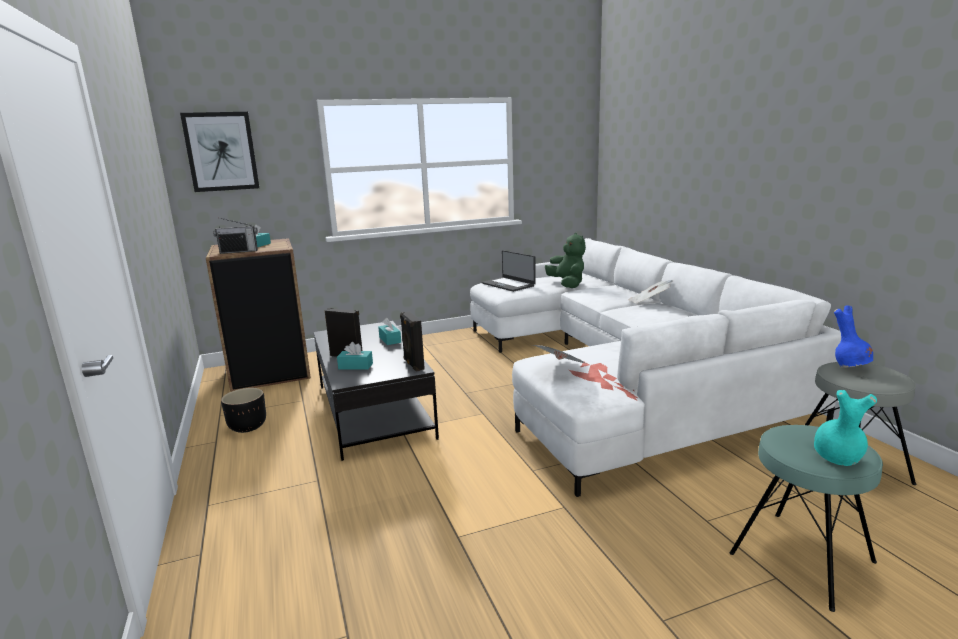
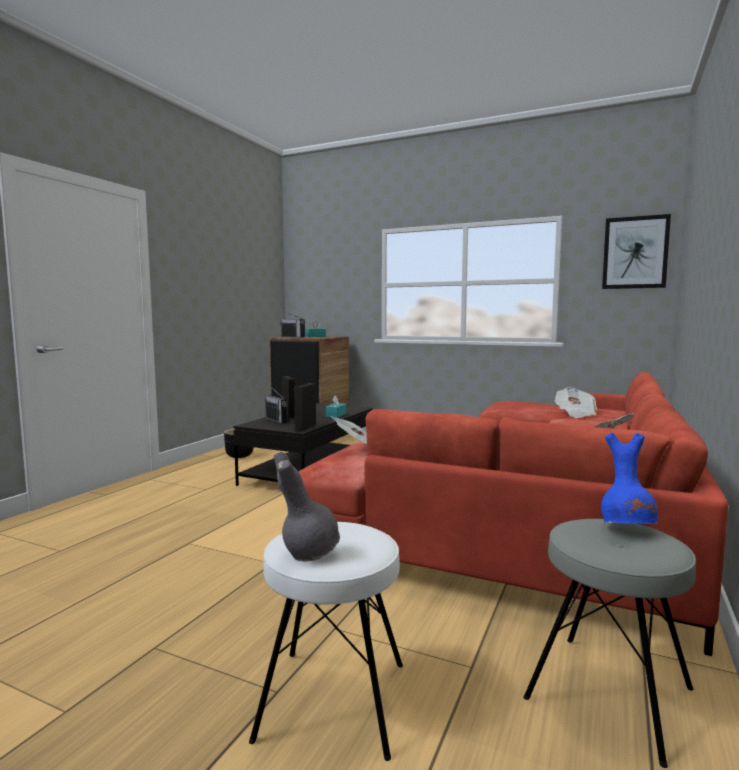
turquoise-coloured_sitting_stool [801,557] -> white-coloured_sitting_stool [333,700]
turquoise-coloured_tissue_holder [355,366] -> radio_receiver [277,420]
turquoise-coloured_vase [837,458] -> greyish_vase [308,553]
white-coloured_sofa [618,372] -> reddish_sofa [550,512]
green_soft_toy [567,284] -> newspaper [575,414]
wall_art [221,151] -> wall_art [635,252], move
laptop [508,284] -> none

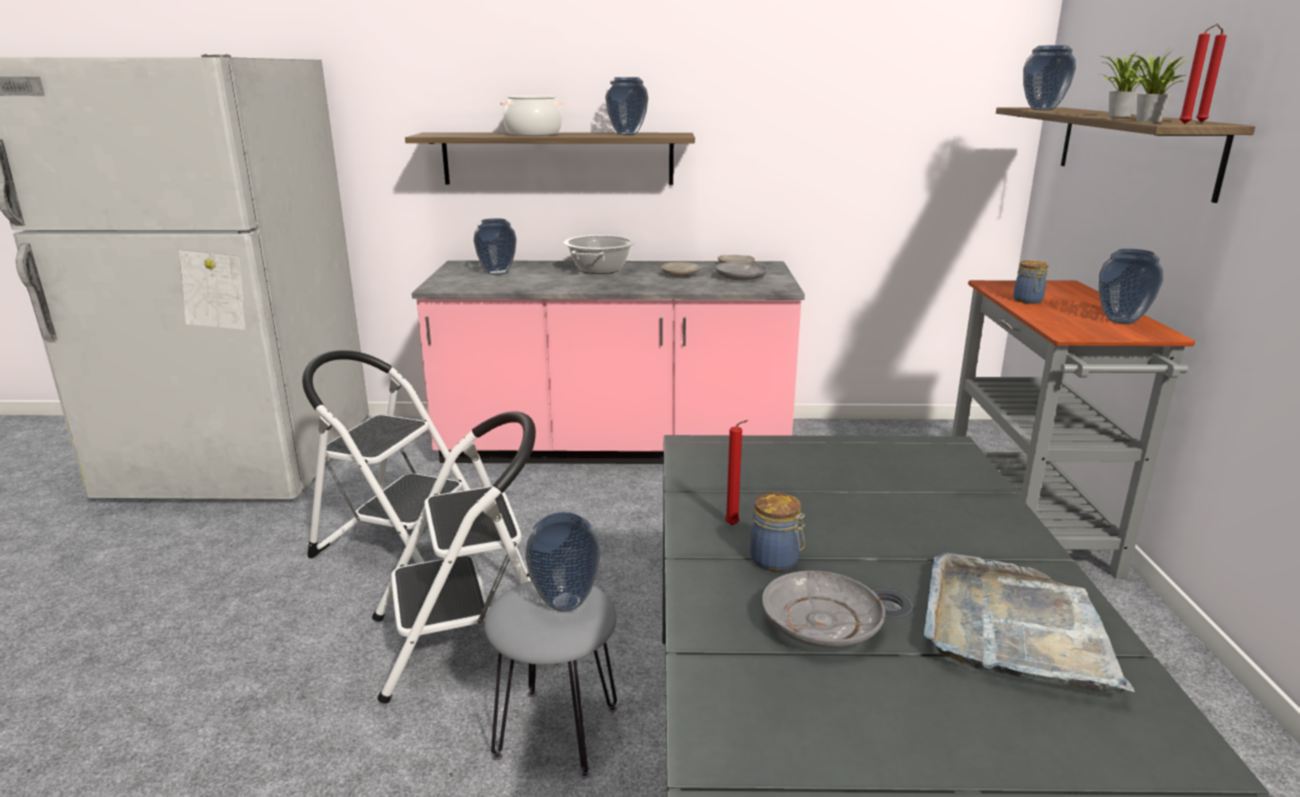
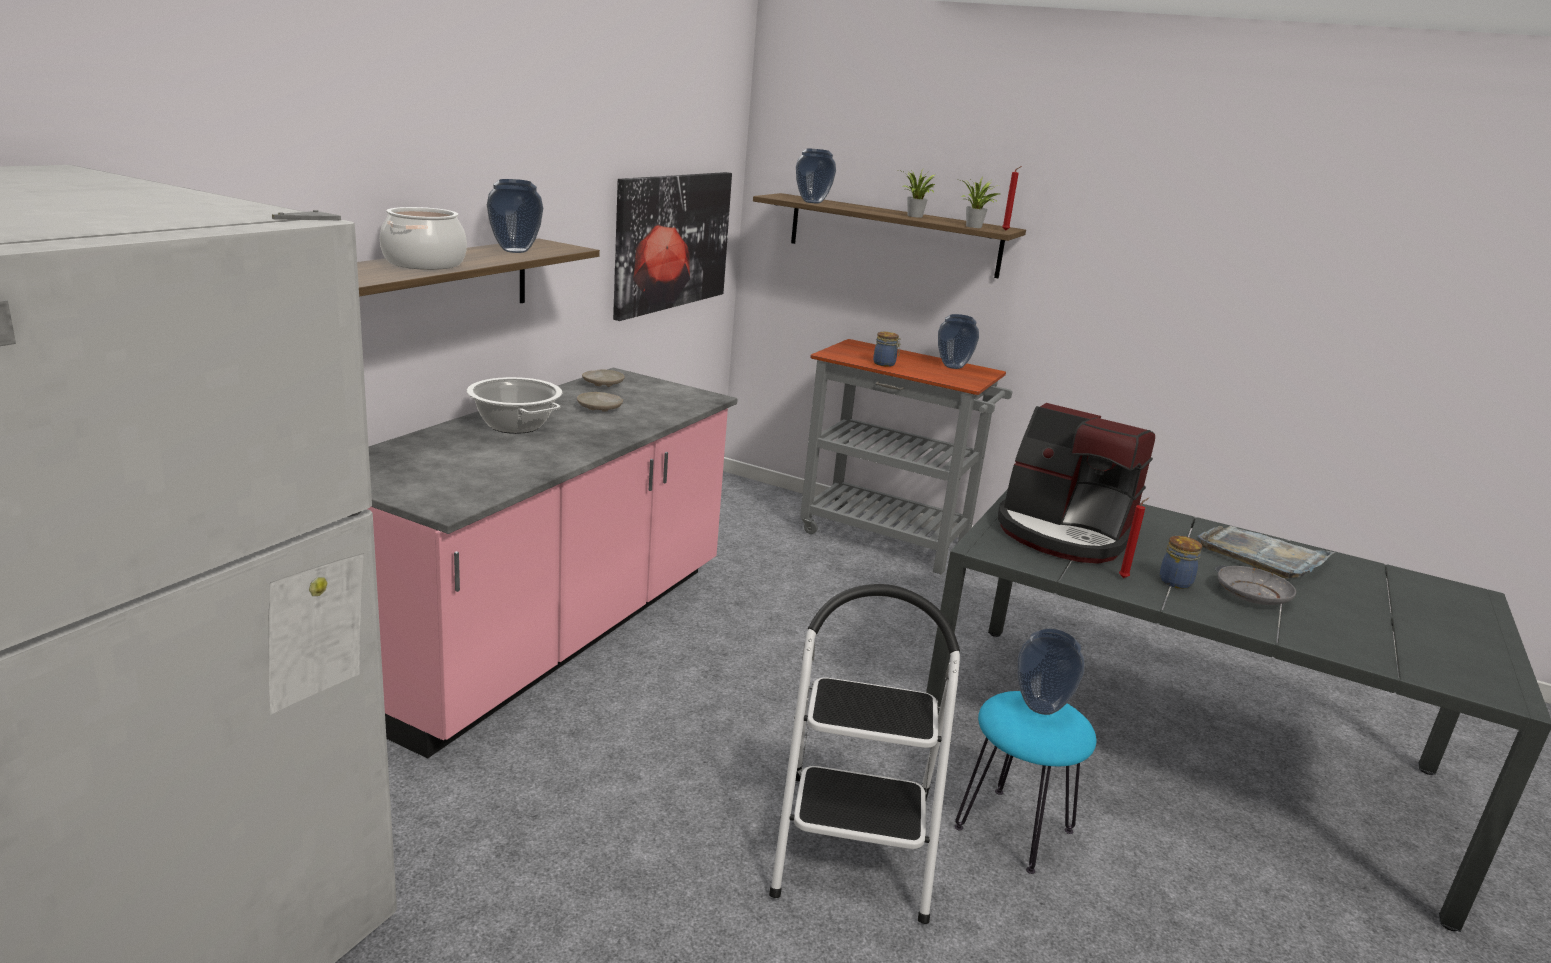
none -> wall_art [672,241]
greyish_sitting_stool [556,731] -> turquoise-coloured_sitting_stool [1013,829]
none -> coffee_machine [1064,533]
stepladder [397,540] -> none
vase [497,273] -> none
greyish_dinner_plate [740,277] -> none
reddish_wax_candle [1199,122] -> none

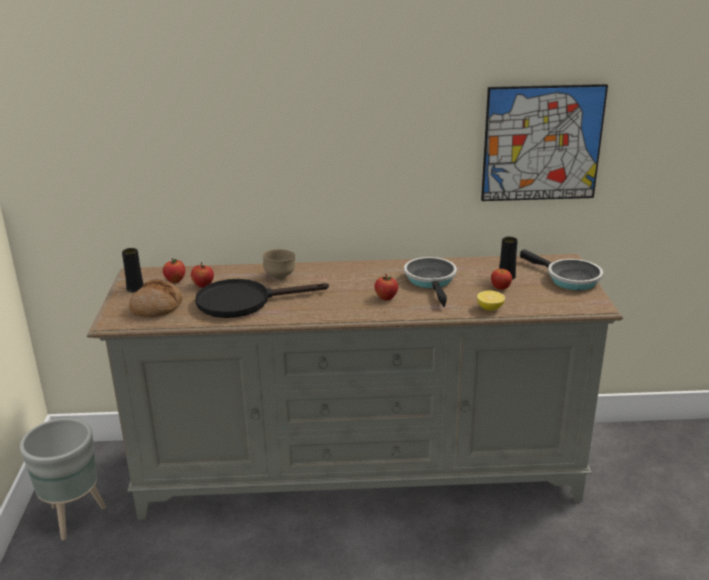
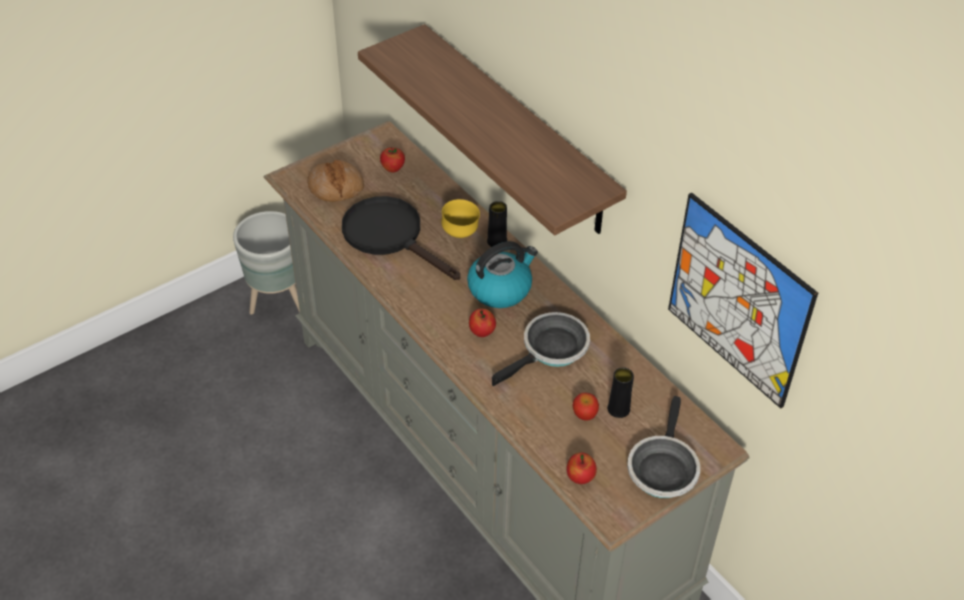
none -> wall_shelf [517,131]
brown_serving_bowl [280,277] -> yellow-coloured_serving_bowl [460,233]
none -> water_kettle [500,288]
black_vase [135,288] -> black_vase [497,241], move
whole_apple [203,285] -> whole_apple [580,477], move
citrus_fruit [490,308] -> none

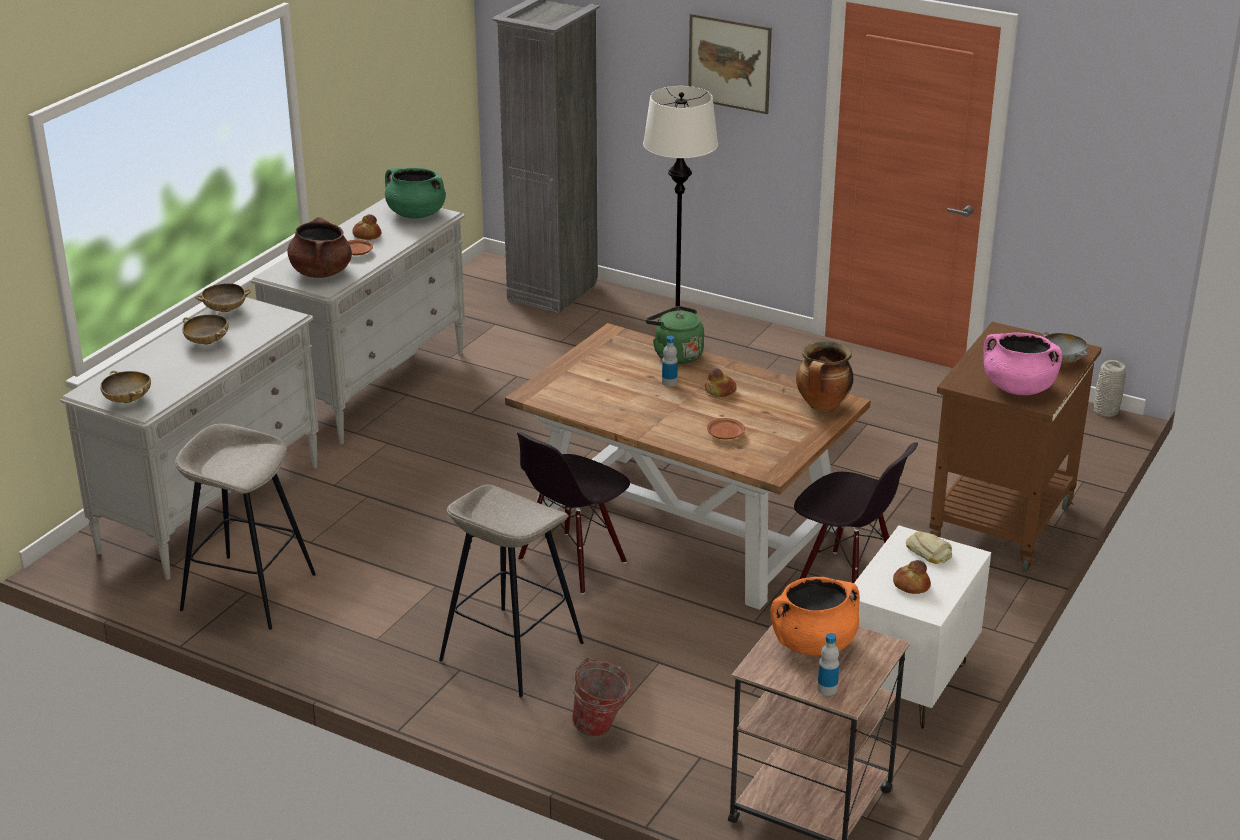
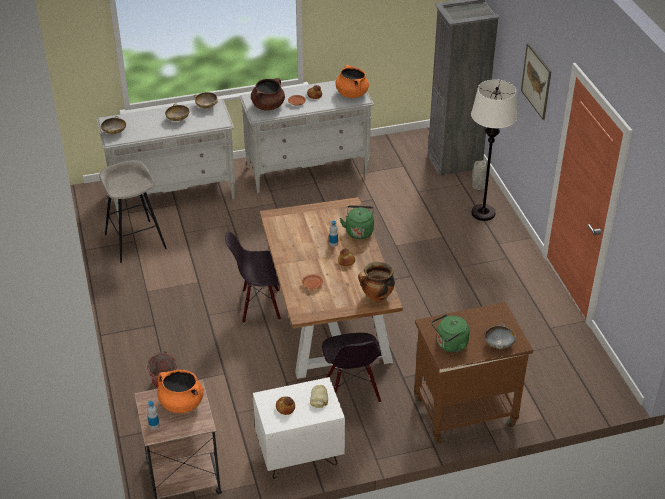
green_cooking_pot [415,214] -> orangey_cooking_pot [351,93]
pink-coloured_cooking_pot [1018,388] -> green_water_kettle [450,345]
greyish_vase [1105,411] -> greyish_vase [478,186], move
greyish_sitting_stool [510,651] -> none

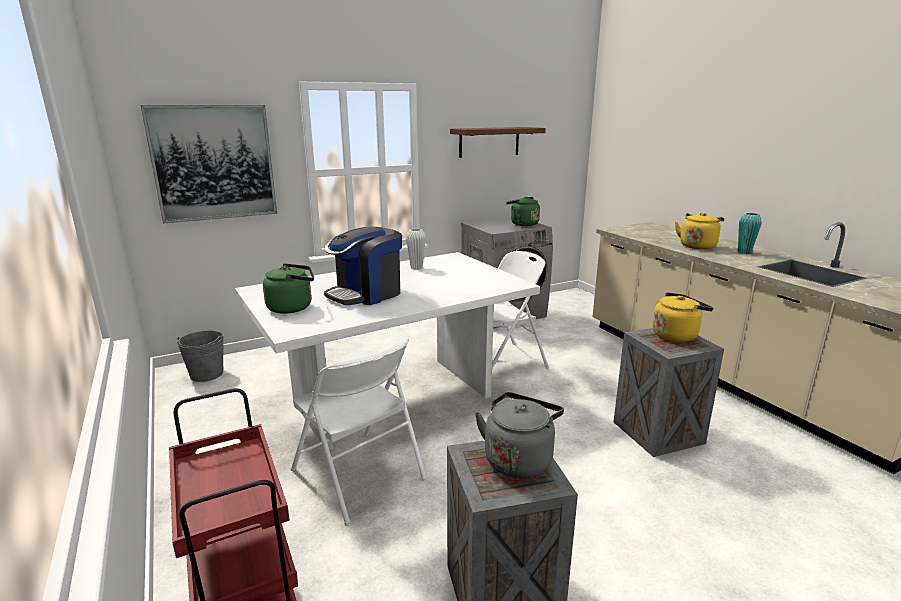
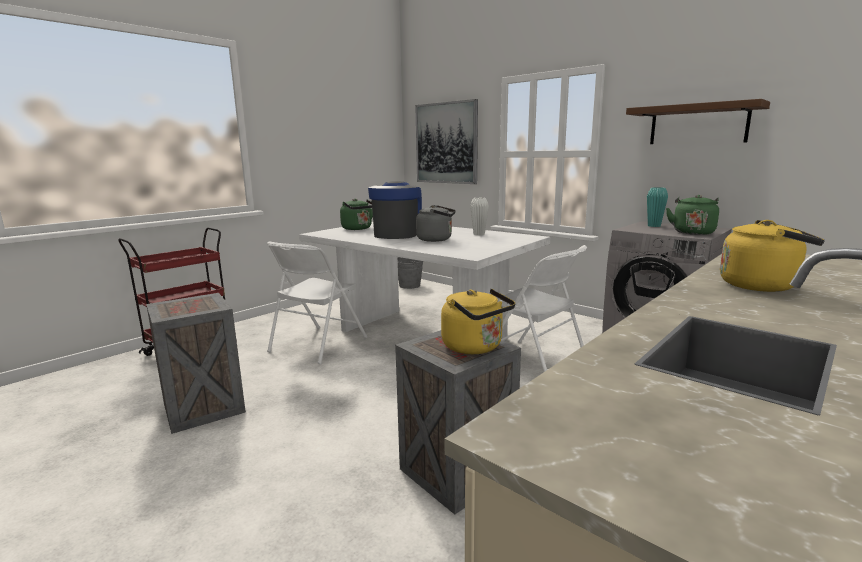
coffee_machine [366,294] -> coffee_machine [397,234], 75 degrees clockwise
greyish_water_kettle [519,459] -> greyish_water_kettle [436,239], move
turquoise-coloured_vase [744,252] -> turquoise-coloured_vase [654,226], move

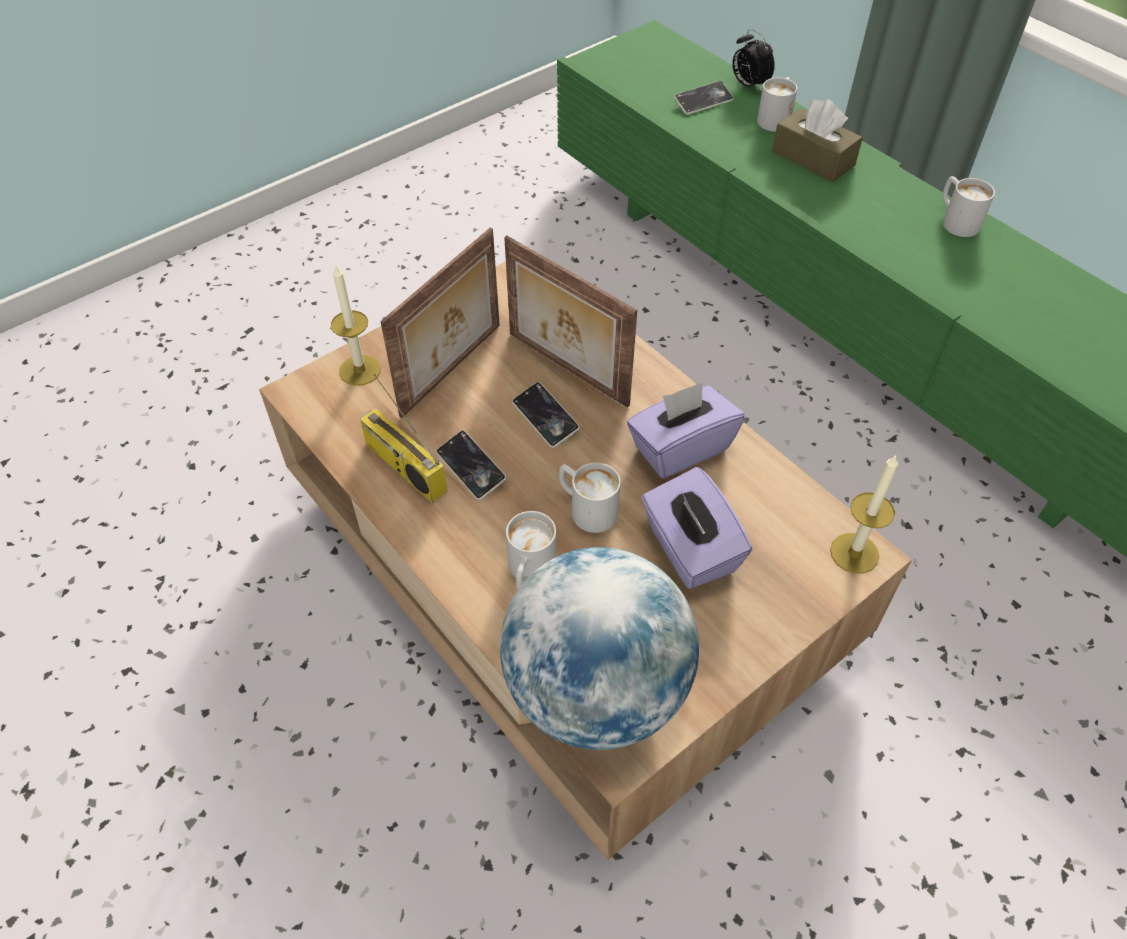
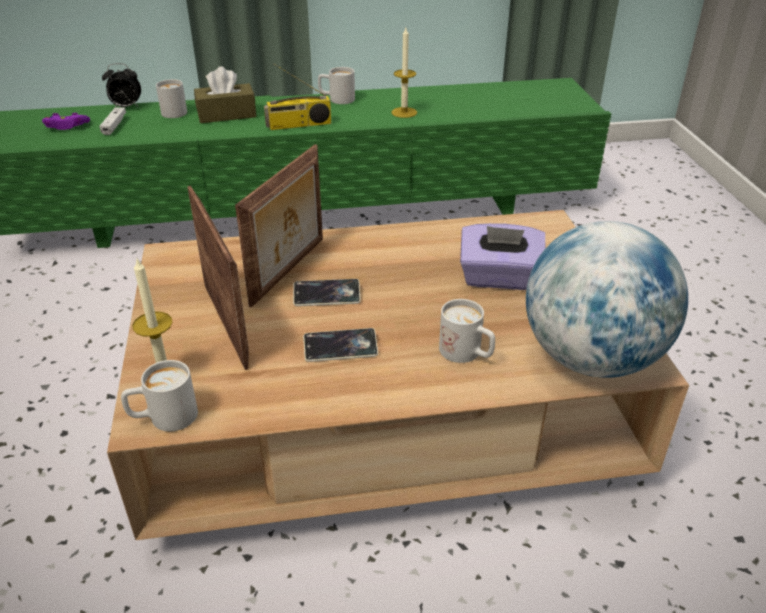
none -> purple-coloured_gamepad [66,126]
phone [703,101] -> white-coloured_gamepad [114,125]
white-coloured_coffee_mug [586,508] -> white-coloured_coffee_mug [163,418], move
photo_frame [566,370] -> photo_frame [290,271], 45 degrees counterclockwise
radio_receiver [403,467] -> radio_receiver [298,125], move
wax_candle [854,553] -> wax_candle [404,112], move
purple-coloured_tissue_holder [680,448] -> none

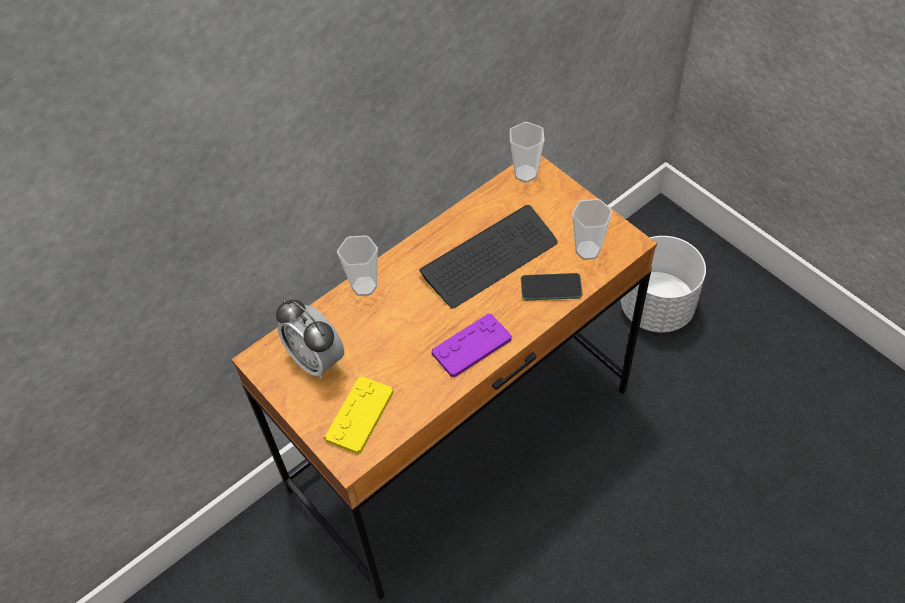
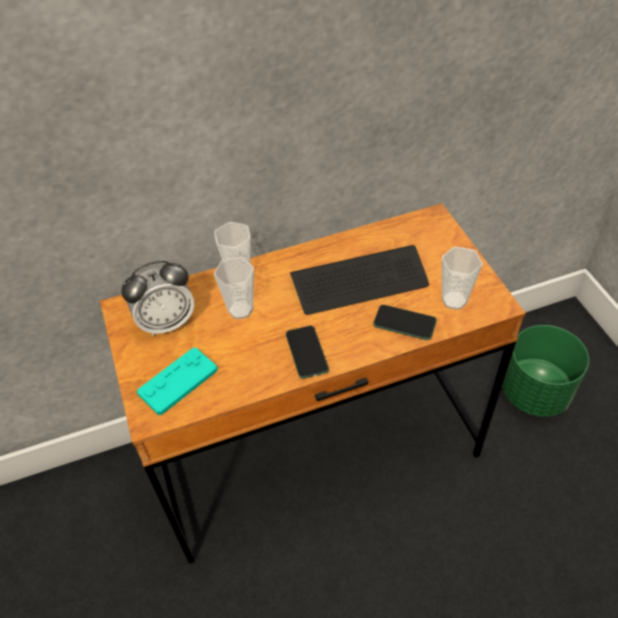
alarm_clock [316,360] -> alarm_clock [167,323], 90 degrees counterclockwise
yellow-coloured_gamepad [360,415] -> turquoise-coloured_gamepad [178,381]
small_cup [525,174] -> small_cup [240,310], move
purple-coloured_gamepad [471,346] -> phone [306,352]
white-coloured_flower_pot [657,308] -> green_flower_pot [535,392]

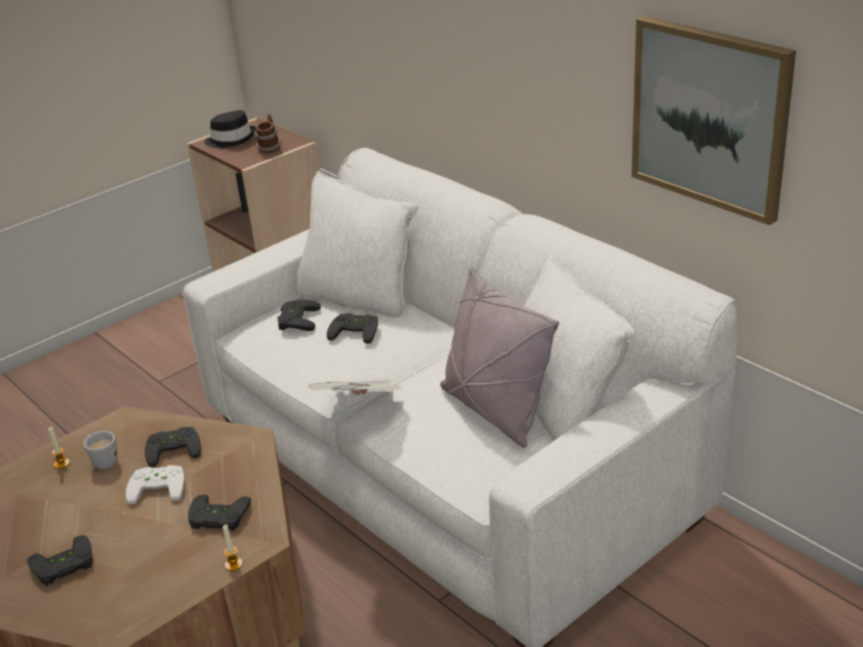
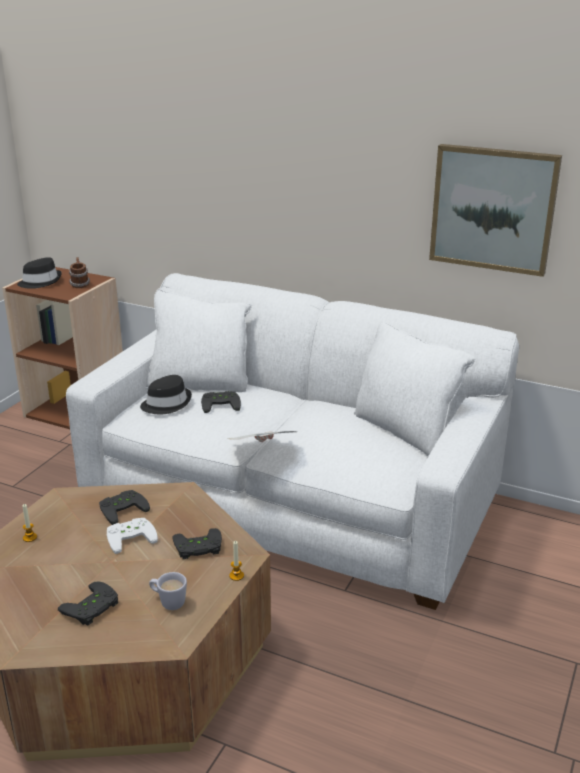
black_gamepad [296,319] -> black_hat [166,403]
white-coloured_coffee_mug [103,460] -> white-coloured_coffee_mug [168,602], move
purple-coloured_throw_pillow [494,411] -> none

